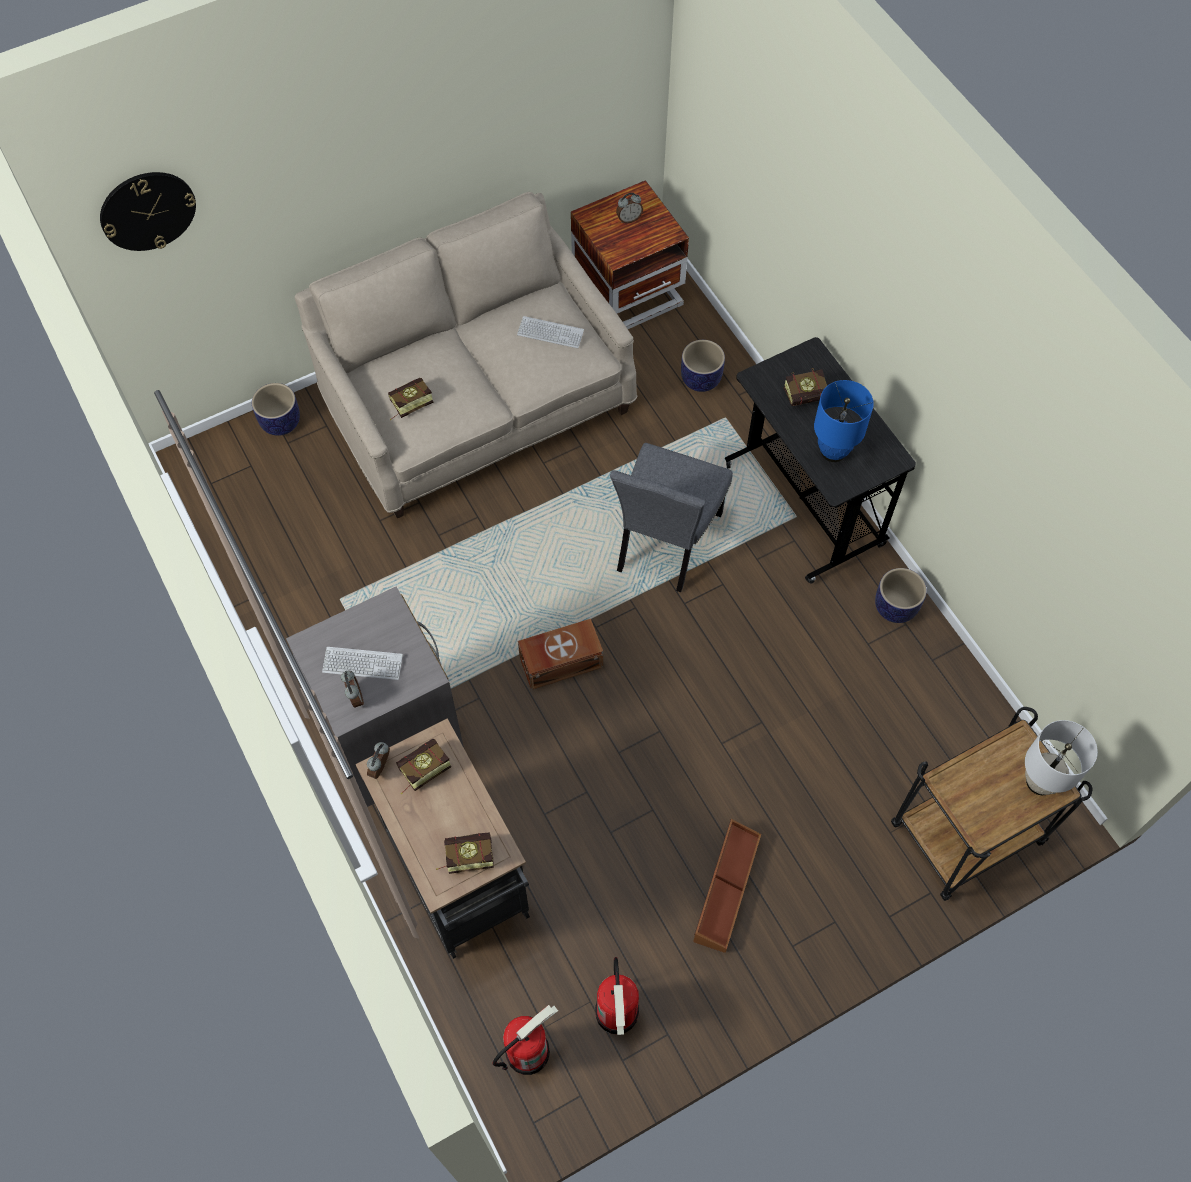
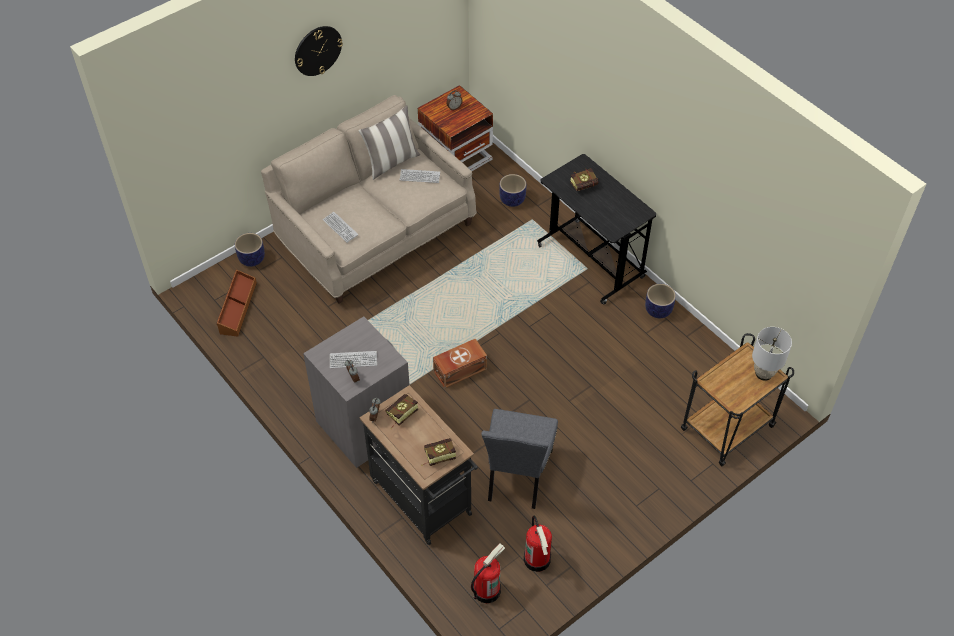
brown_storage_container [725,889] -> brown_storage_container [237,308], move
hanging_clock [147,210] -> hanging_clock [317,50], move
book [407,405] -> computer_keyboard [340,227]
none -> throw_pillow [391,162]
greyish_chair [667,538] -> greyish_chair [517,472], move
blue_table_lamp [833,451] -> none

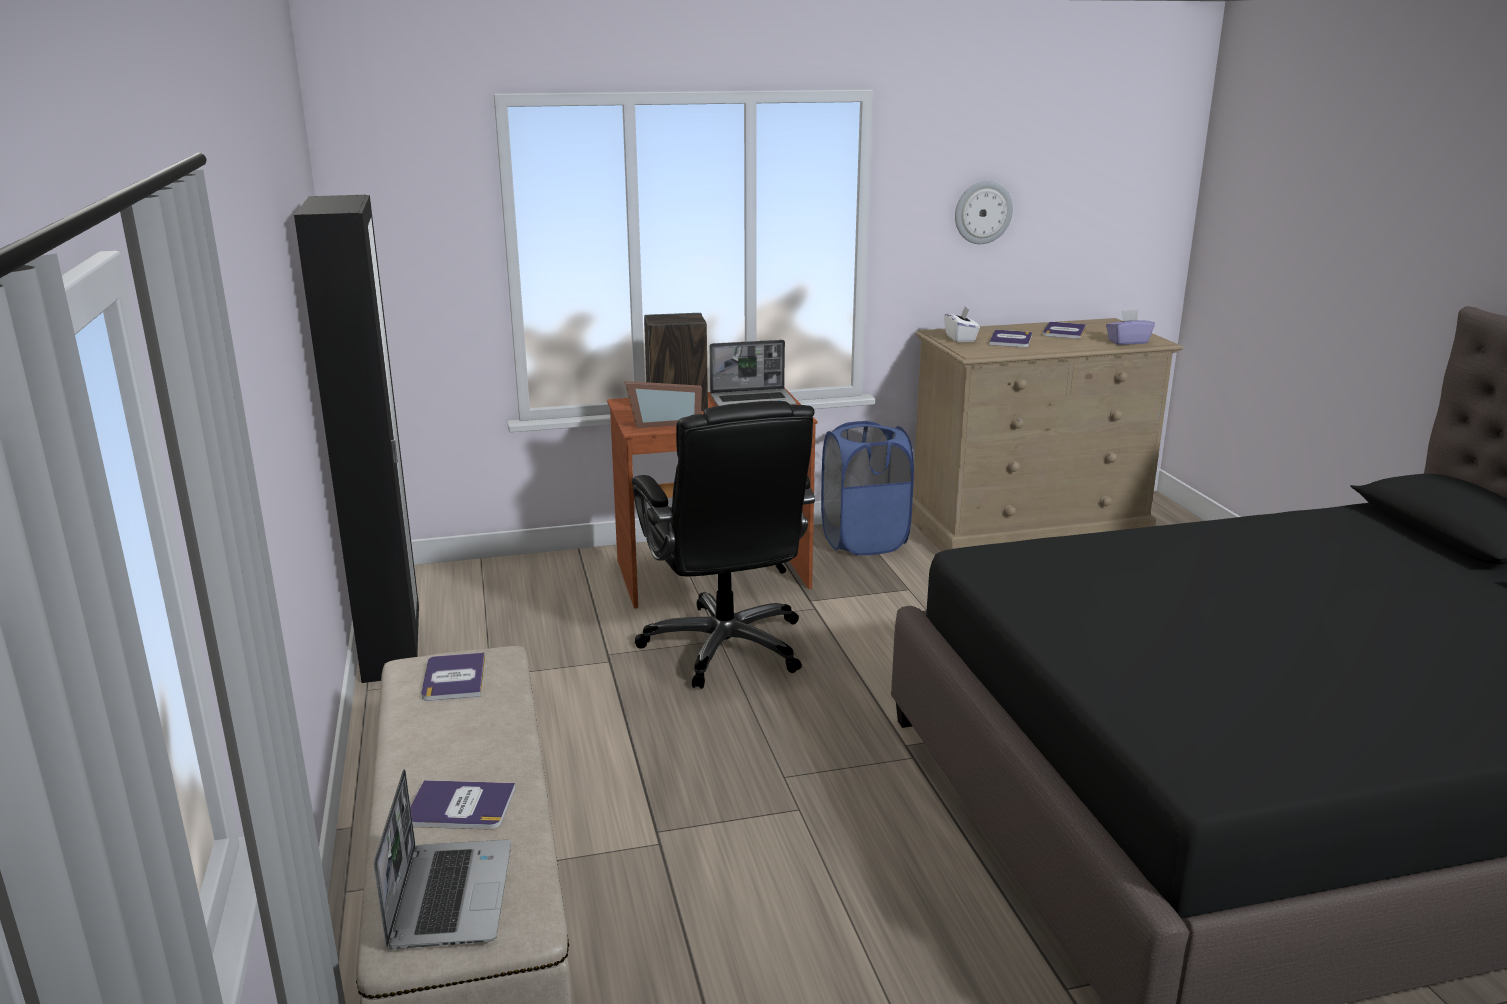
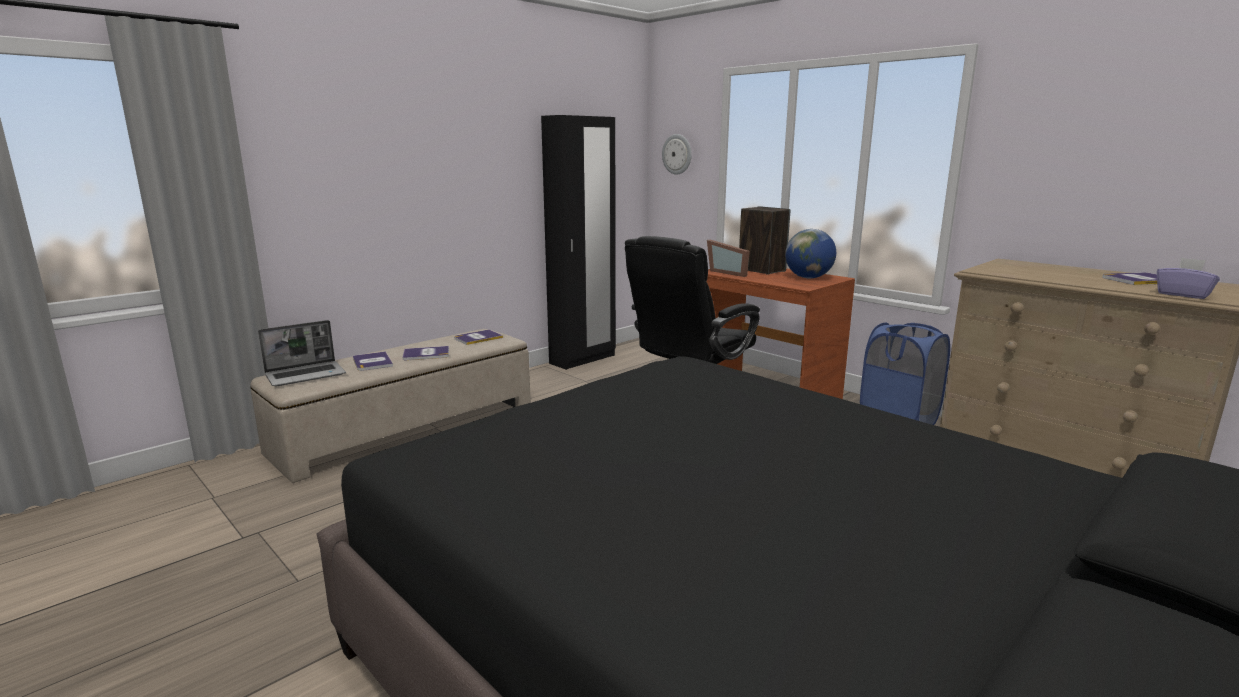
book [1010,340] -> book [426,354], move
hanging_clock [982,212] -> hanging_clock [677,154], move
laptop [753,401] -> world_globe [808,278]
white-coloured_tissue_holder [961,338] -> none

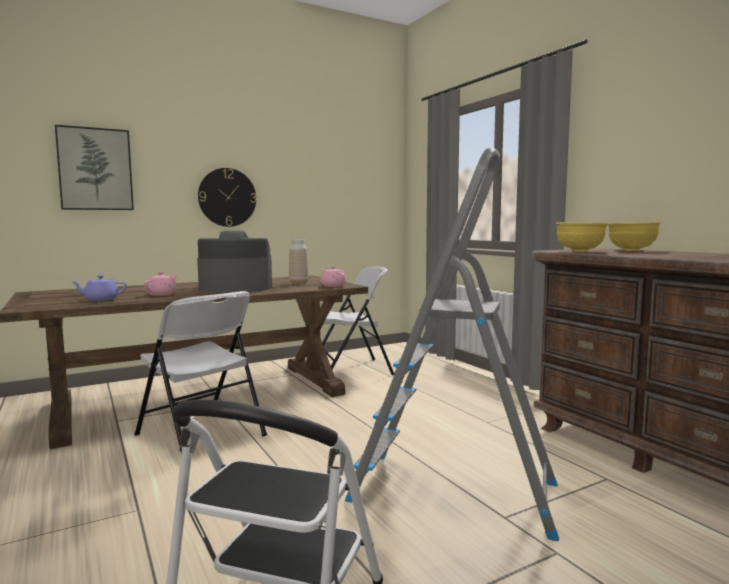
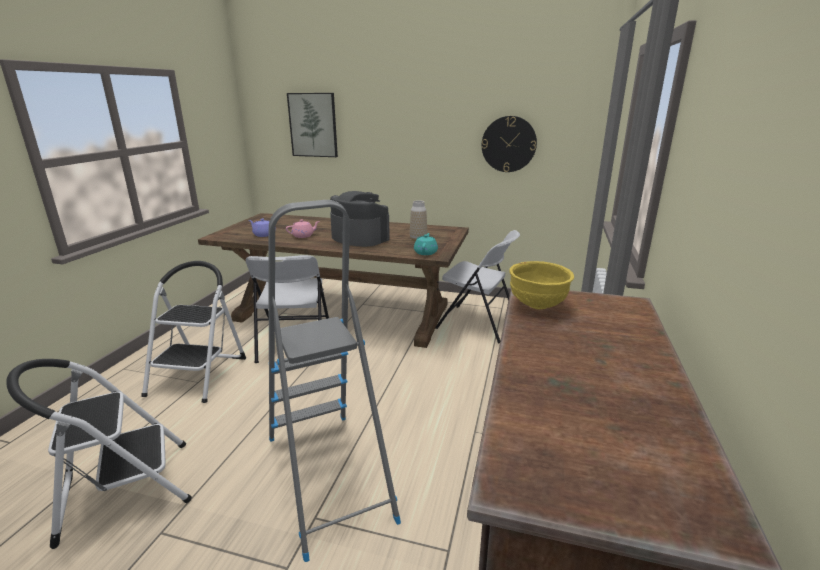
none -> stepladder [200,375]
pink-coloured_tea_pot [332,286] -> turquoise-coloured_tea_pot [425,252]
hanging_clock [227,197] -> hanging_clock [508,144], move
yellow-coloured_serving_bowl [631,250] -> none

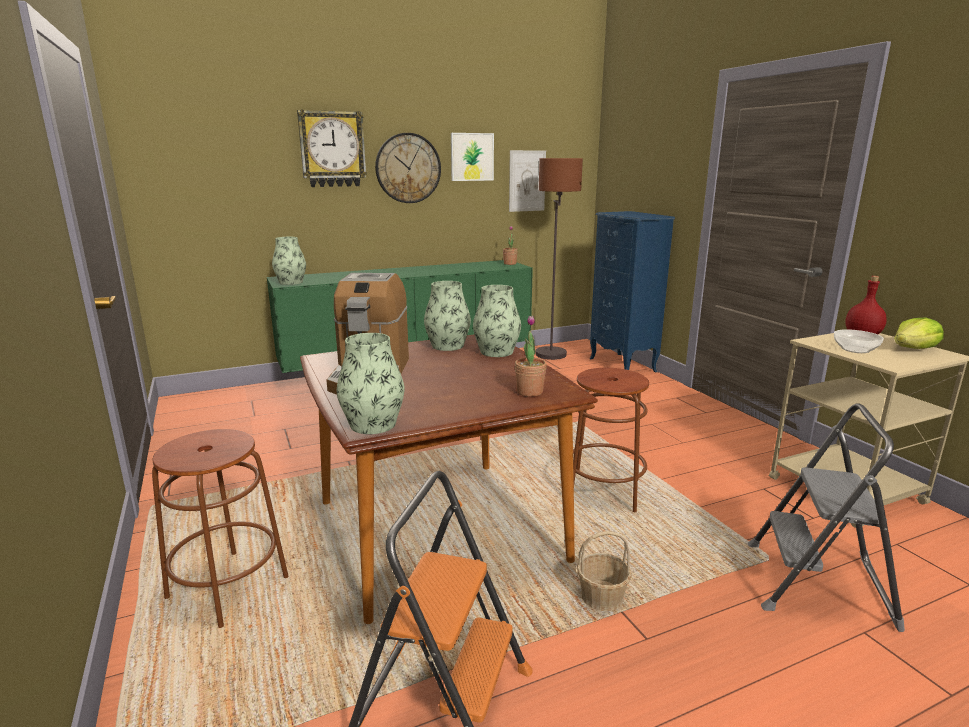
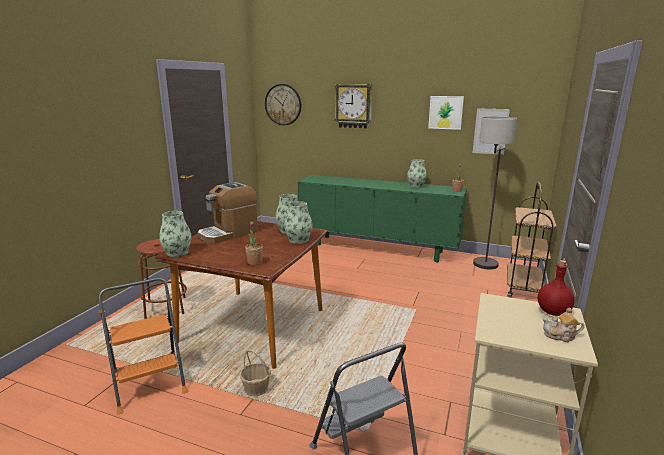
hanging_clock [408,168] -> hanging_clock [283,104], move
vase [291,282] -> vase [416,186], move
brown_floor_lamp [552,357] -> greyish_floor_lamp [482,266]
blue_dresser [620,365] -> brown_wheeled_cart [523,288]
lettuce_head [913,349] -> tea_pot [560,336]
brown_sitting_stool [604,491] -> none
serving_bowl [855,350] -> none

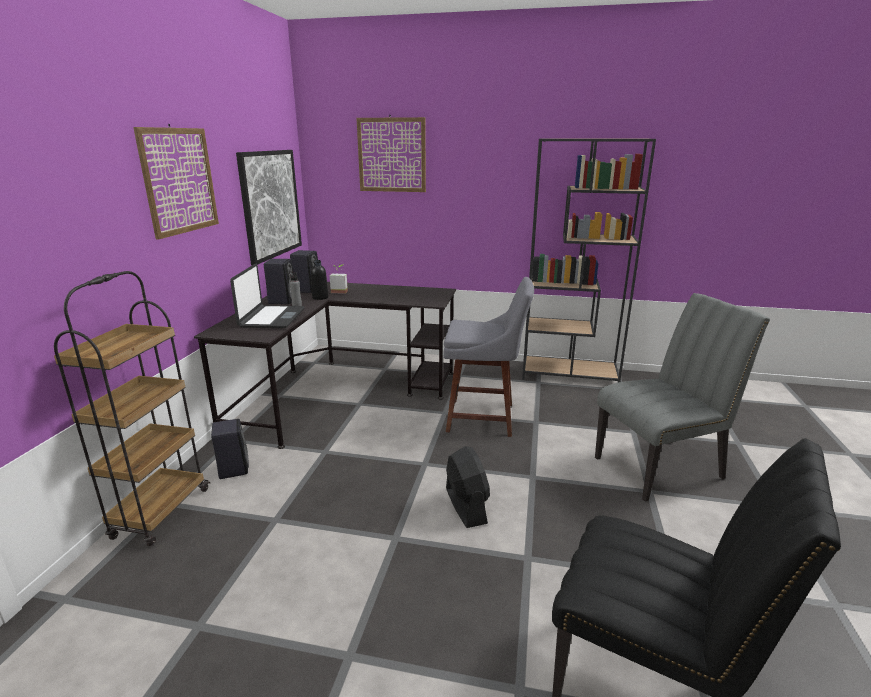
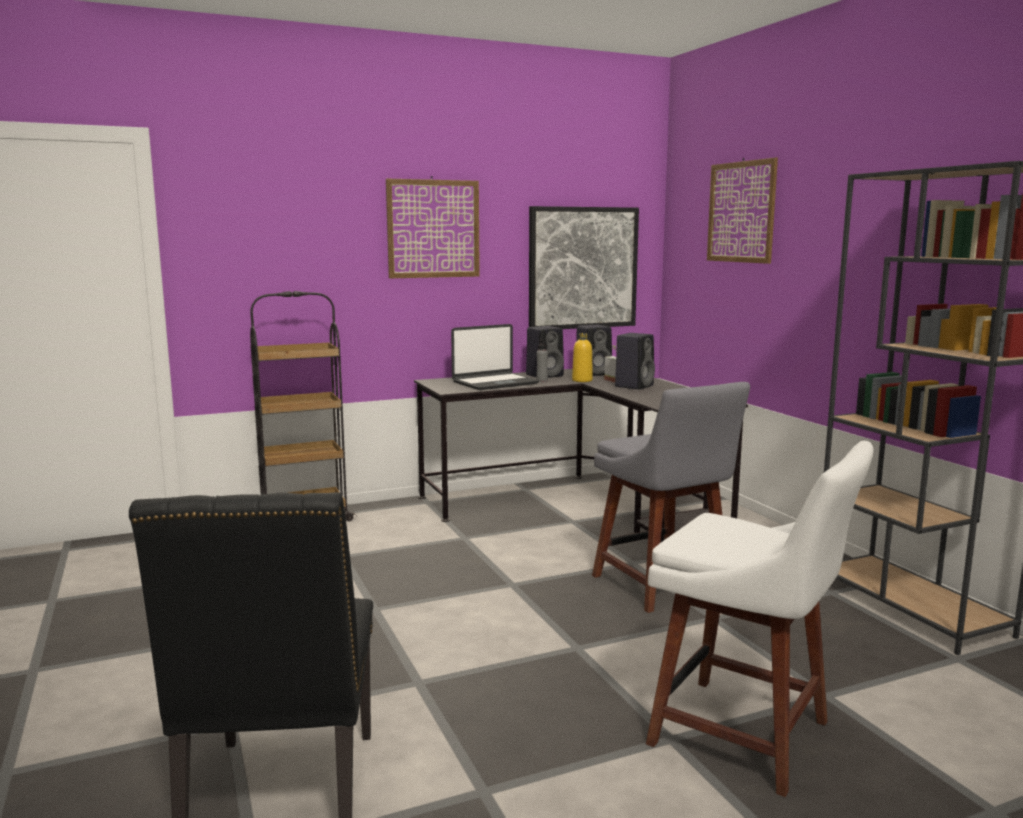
black_drink_bottle [320,297] -> yellow-coloured_drink_bottle [582,380]
black_audio_speaker [233,468] -> black_audio_speaker [634,386], move
greyish_chair [658,468] -> white-coloured_sitting_stool [747,736]
black_electric_fan [465,505] -> none

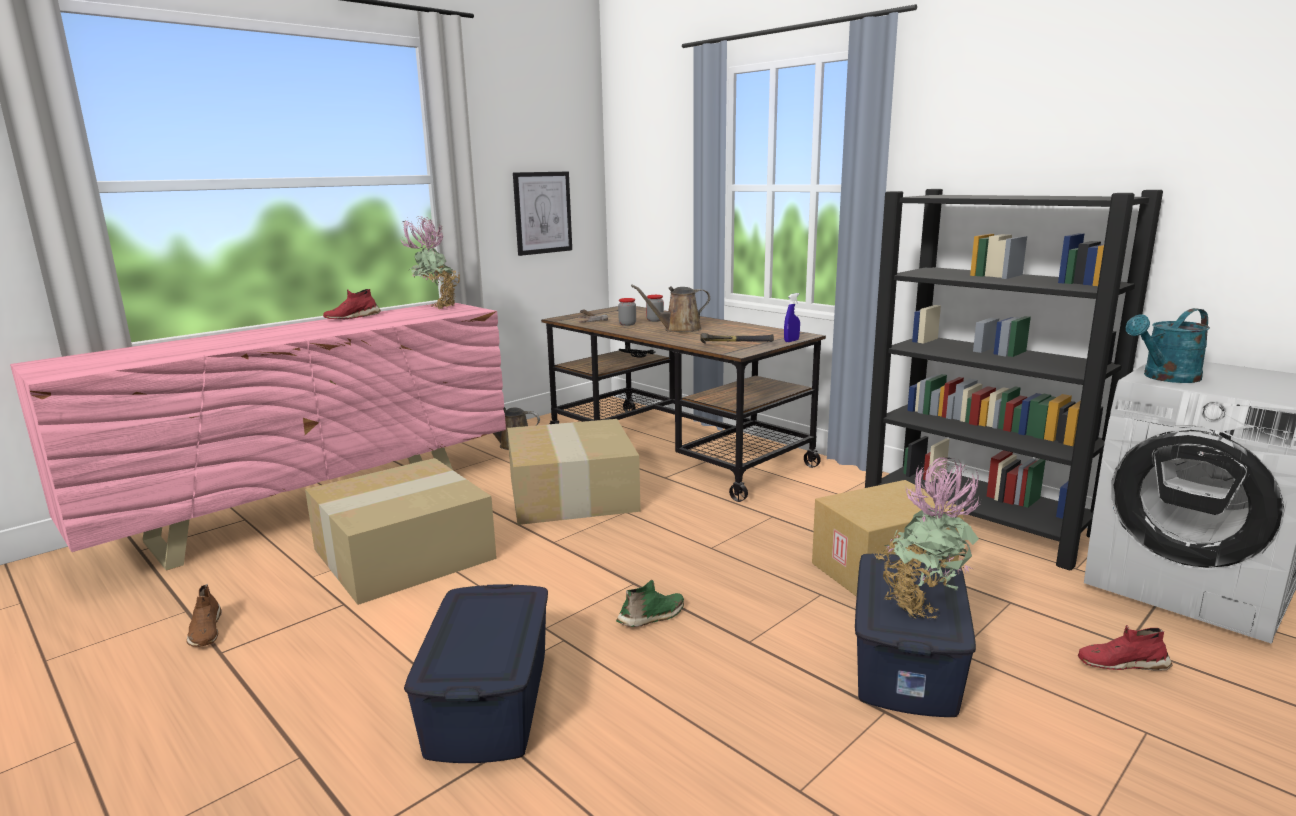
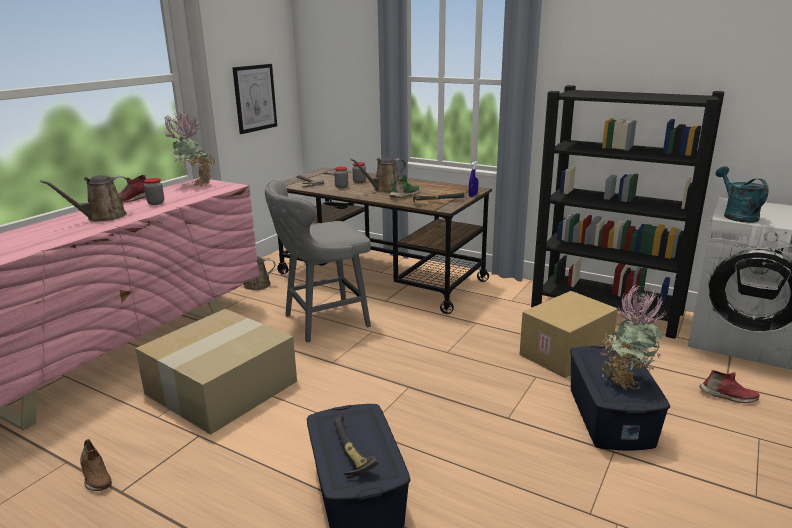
none -> brown_watering_can [102,217]
none -> storage_jar [156,203]
packing_box [570,493] -> greyish_sitting_stool [322,321]
none -> hand_hammer [349,454]
green_shoe [652,617] -> green_shoe [405,196], move
reddish_shoe [1121,663] -> reddish_shoe [728,397], 150 degrees counterclockwise
turquoise-coloured_watering_can [1165,378] -> turquoise-coloured_watering_can [736,215], 120 degrees clockwise

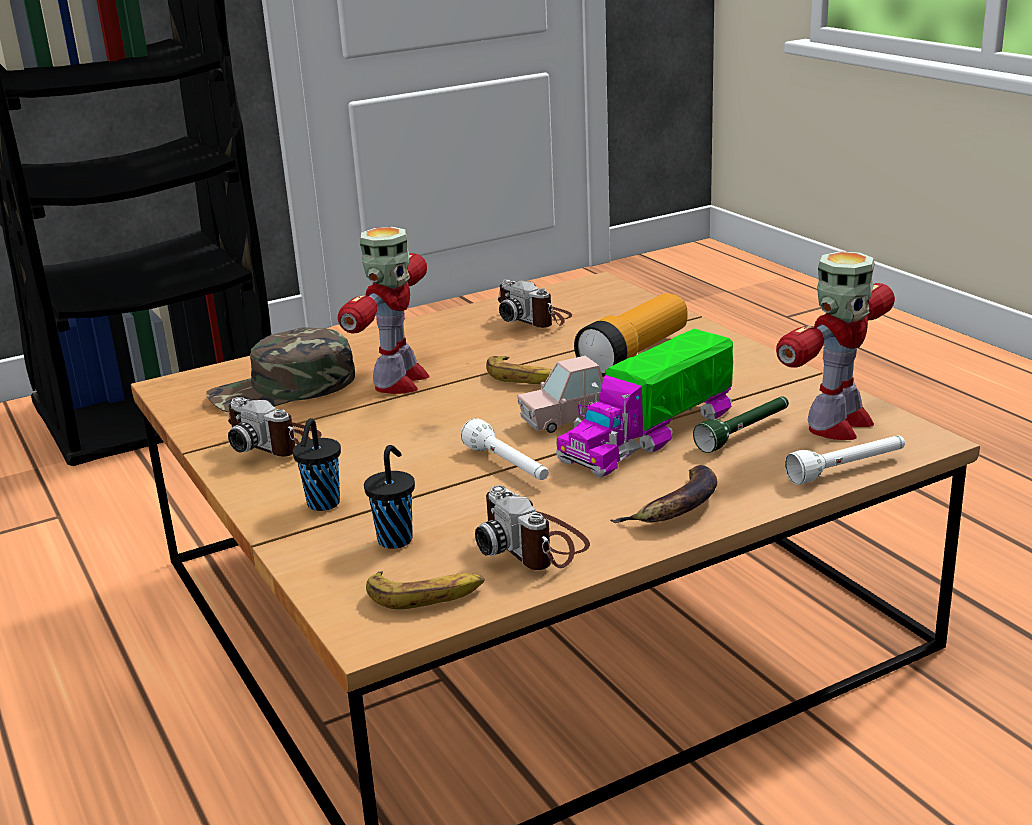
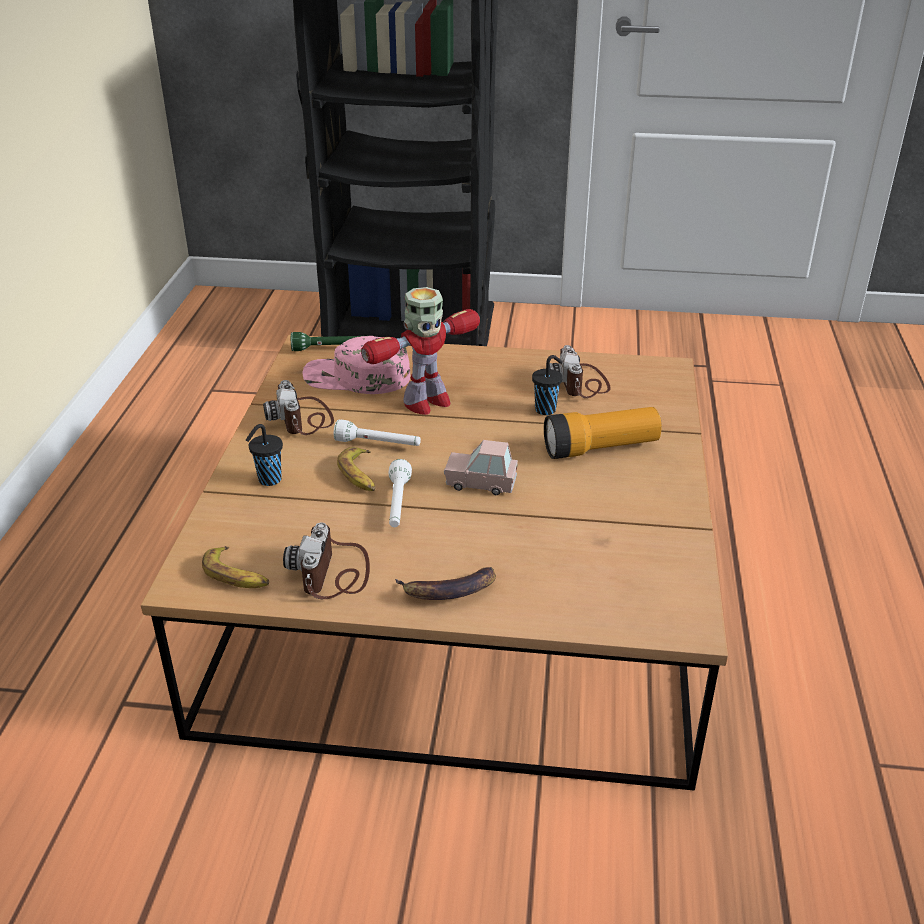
green_torch [744,433] -> green_torch [329,349], move
green_peaked_cap [283,389] -> pink-coloured_peaked_cap [356,377]
white-coloured_torch [847,469] -> white-coloured_torch [378,444], move
banana_fruit [524,378] -> banana_fruit [360,475], move
black_small_cup [396,539] -> black_small_cup [546,409], move
model_truck [649,435] -> none
toy_robot [837,425] -> none

